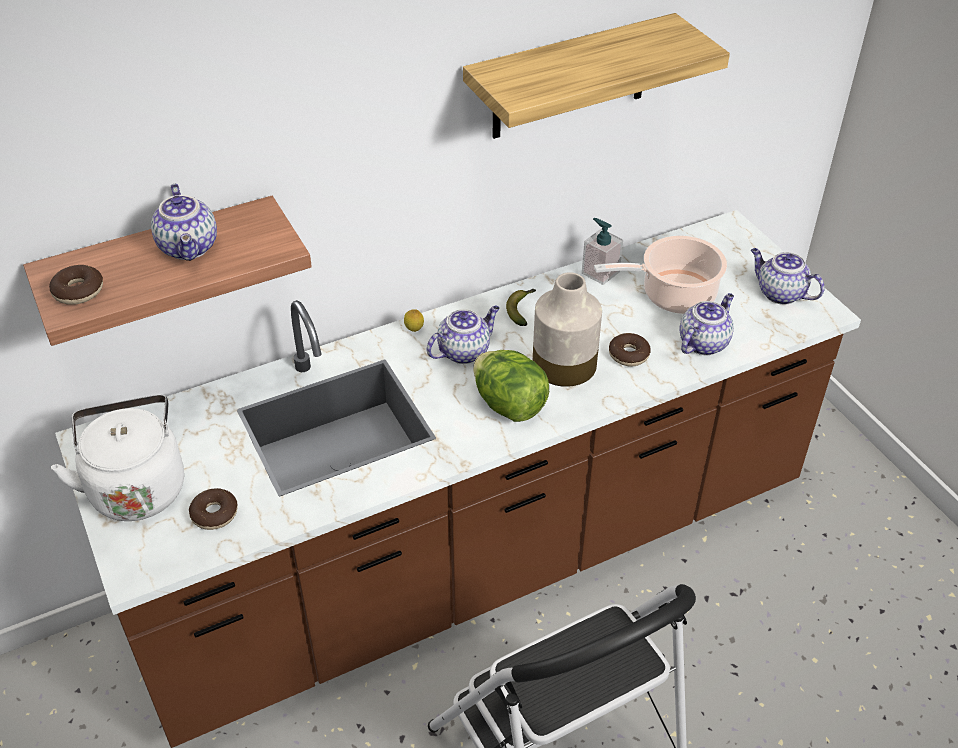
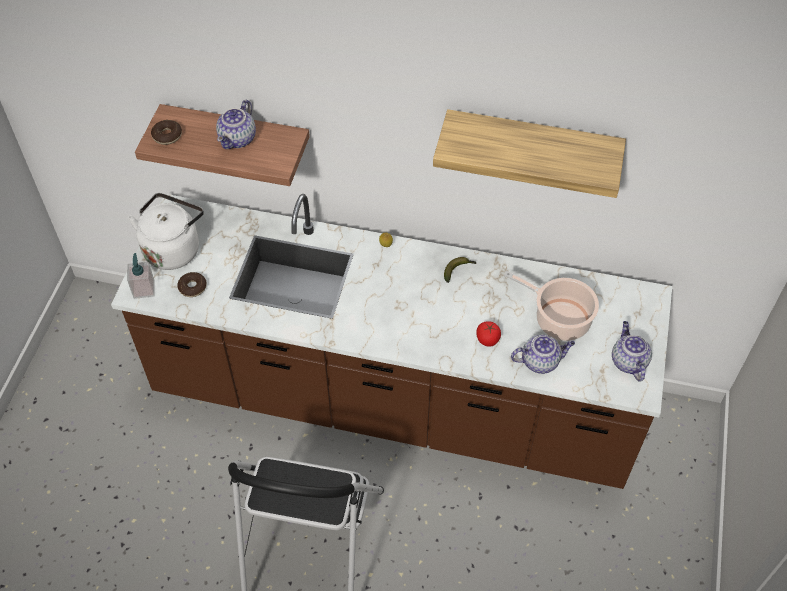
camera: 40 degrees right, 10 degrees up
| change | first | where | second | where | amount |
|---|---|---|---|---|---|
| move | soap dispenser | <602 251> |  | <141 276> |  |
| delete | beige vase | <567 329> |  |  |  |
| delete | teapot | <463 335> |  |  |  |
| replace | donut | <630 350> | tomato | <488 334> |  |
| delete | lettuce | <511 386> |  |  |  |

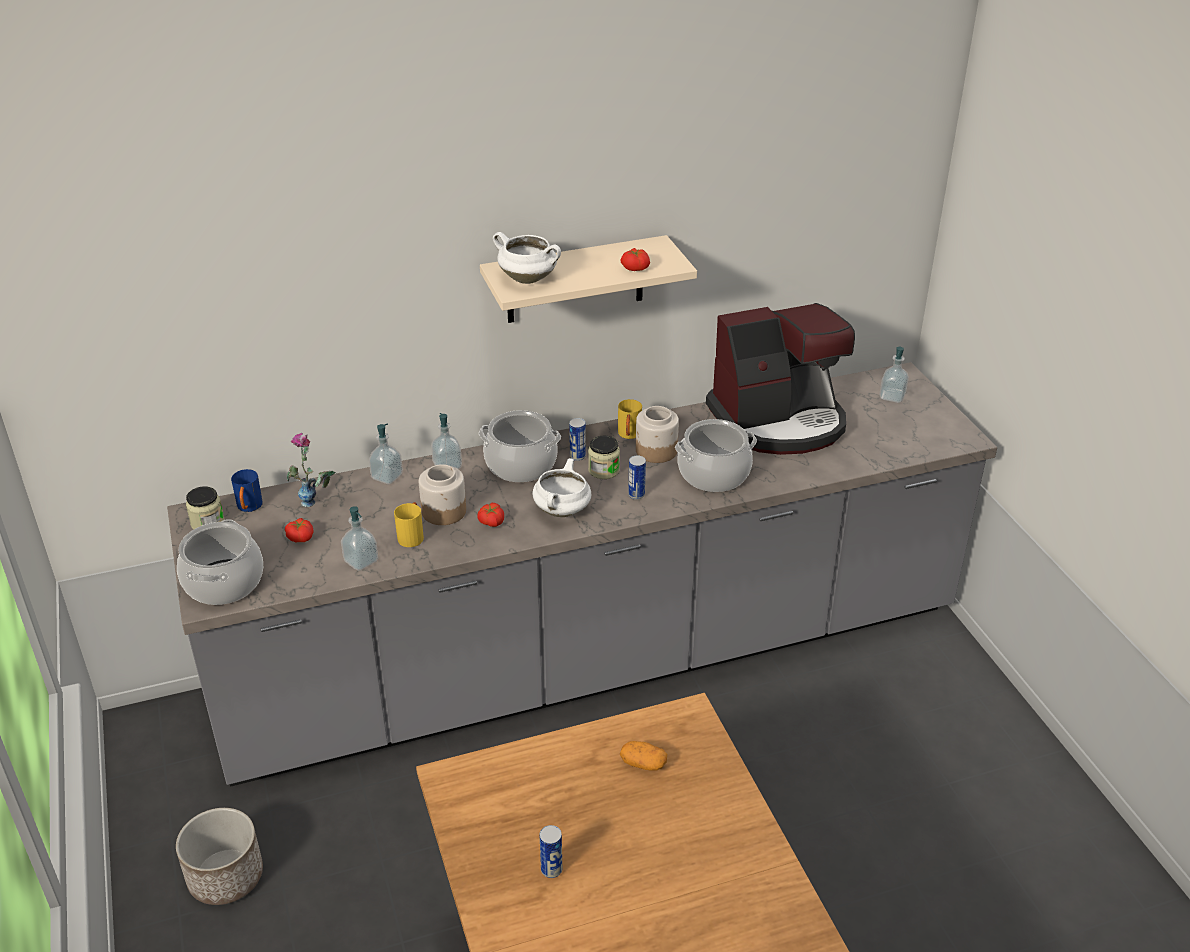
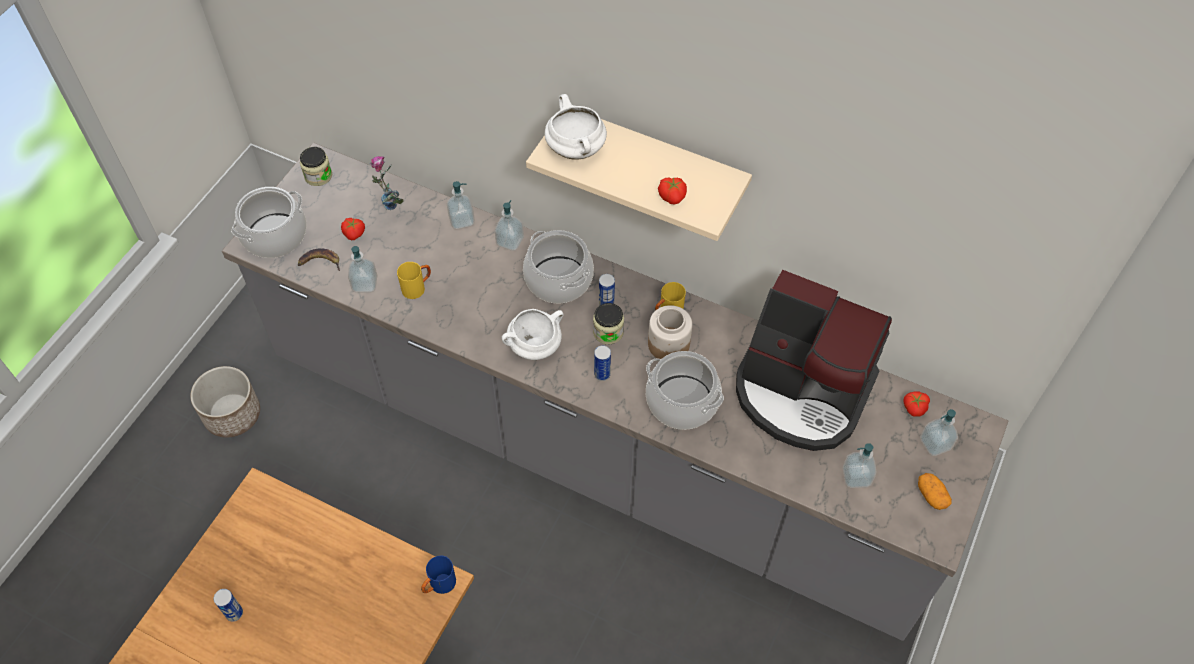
camera: 45 degrees right, 20 degrees up
| change | first | where | second | where | amount |
|---|---|---|---|---|---|
| delete | jar | <442 494> |  |  |  |
| move | blue mug | <247 490> |  | <438 575> |  |
| move | tomato | <490 515> |  | <916 404> |  |
| move | potato | <643 756> |  | <935 491> |  |
| insert |  |  | banana | <319 259> |  |
| insert |  |  | soap dispenser | <859 465> |  |

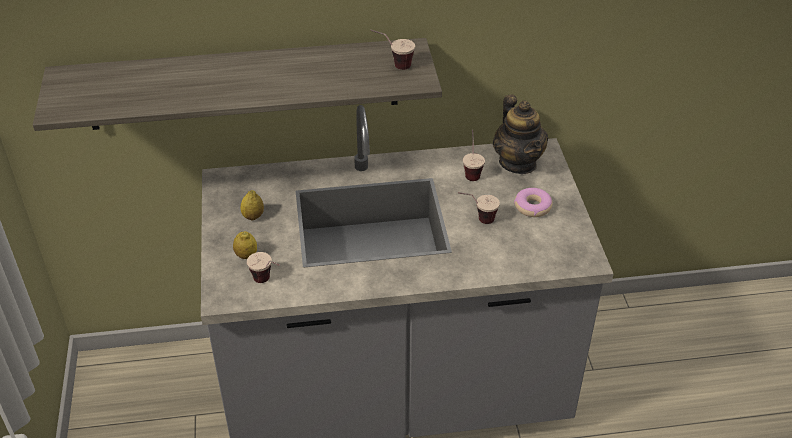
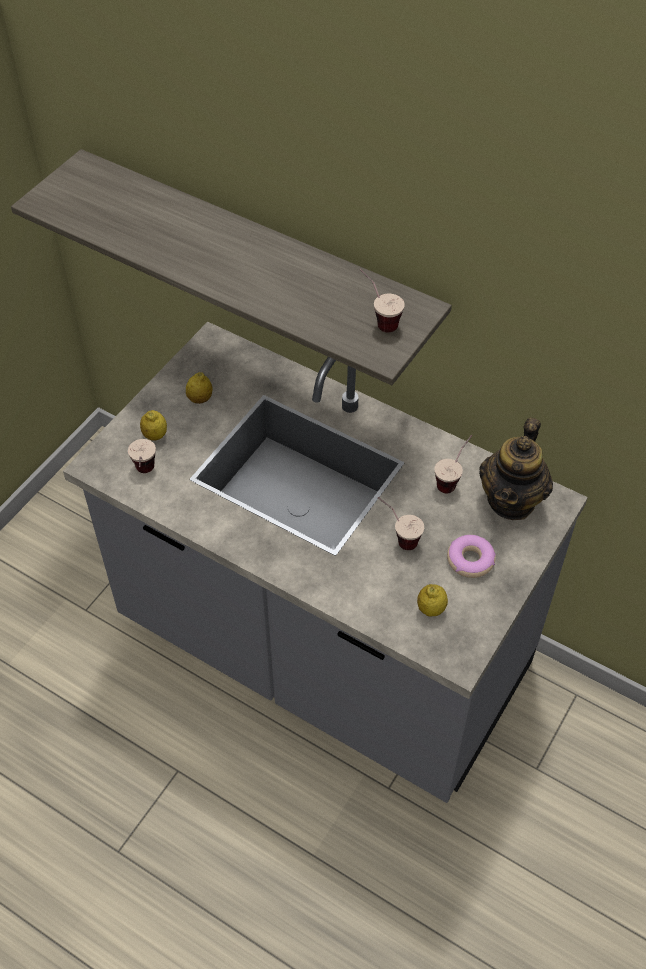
camera: 40 degrees right, 10 degrees up
| change | first | where | second | where | amount |
|---|---|---|---|---|---|
| insert |  |  | lemon | <432 600> |  |

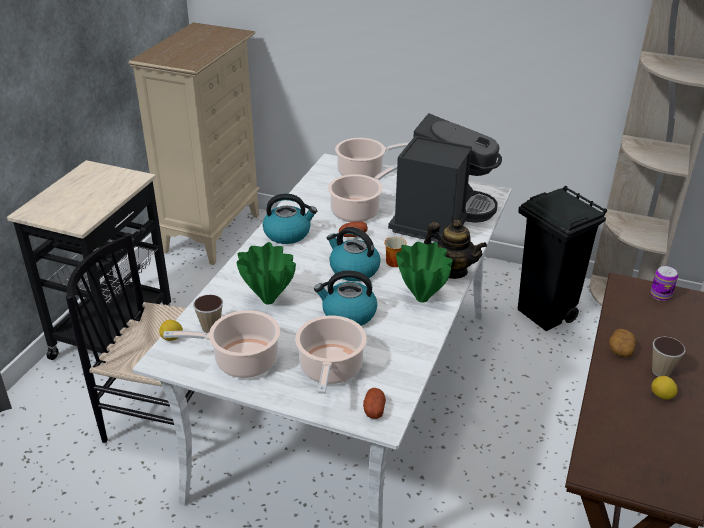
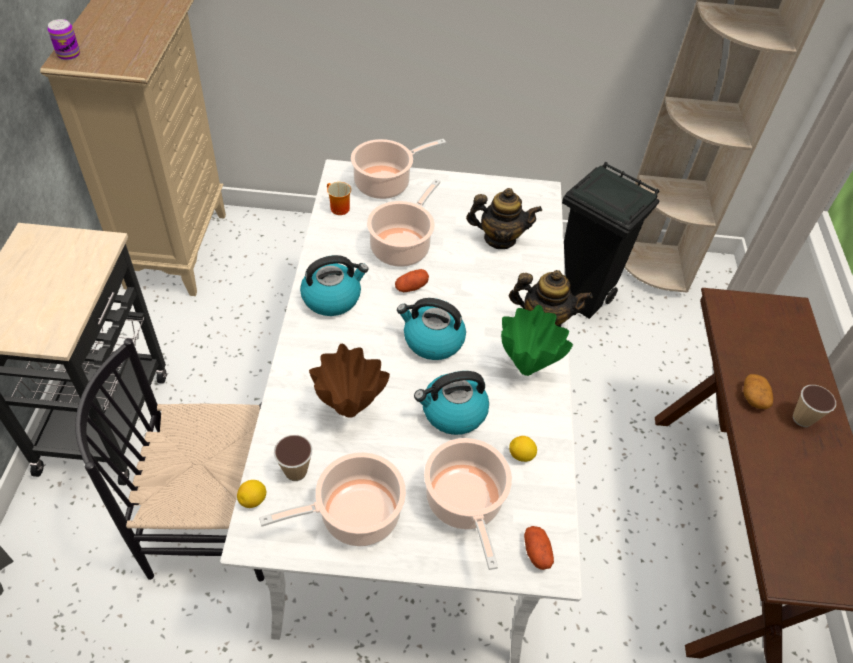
camera: 20 degrees left, 15 degrees up
| change | first | where | second | where | amount |
|---|---|---|---|---|---|
| replace | coffee machine | <445 178> | teapot | <504 218> |  |
| move | mug | <395 252> |  | <339 198> |  |
| recolor | green vase | <266 273> | brown vase | <349 381> |  |
| move | can | <664 283> |  | <64 39> |  |
| move | lemon | <664 388> |  | <523 449> |  |

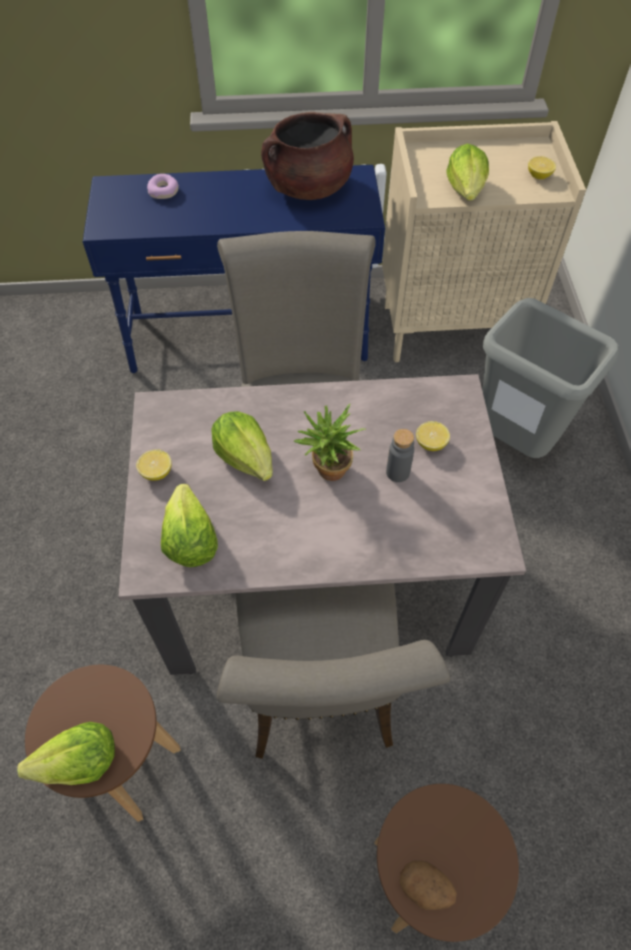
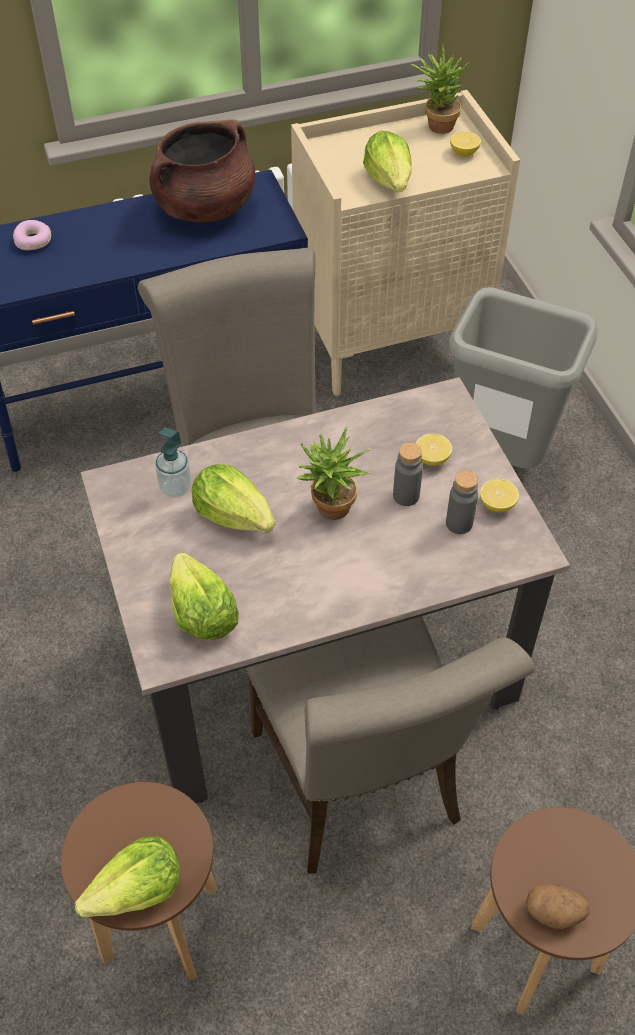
camera: 15 degrees left, 5 degrees down
| change | first | where | second | where | amount |
|---|---|---|---|---|---|
| move | lemon | <154 465> |  | <499 495> |  |
| insert |  |  | potted plant | <440 89> |  |
| insert |  |  | soap dispenser | <173 462> |  |
| insert |  |  | grey bottle | <462 502> |  |

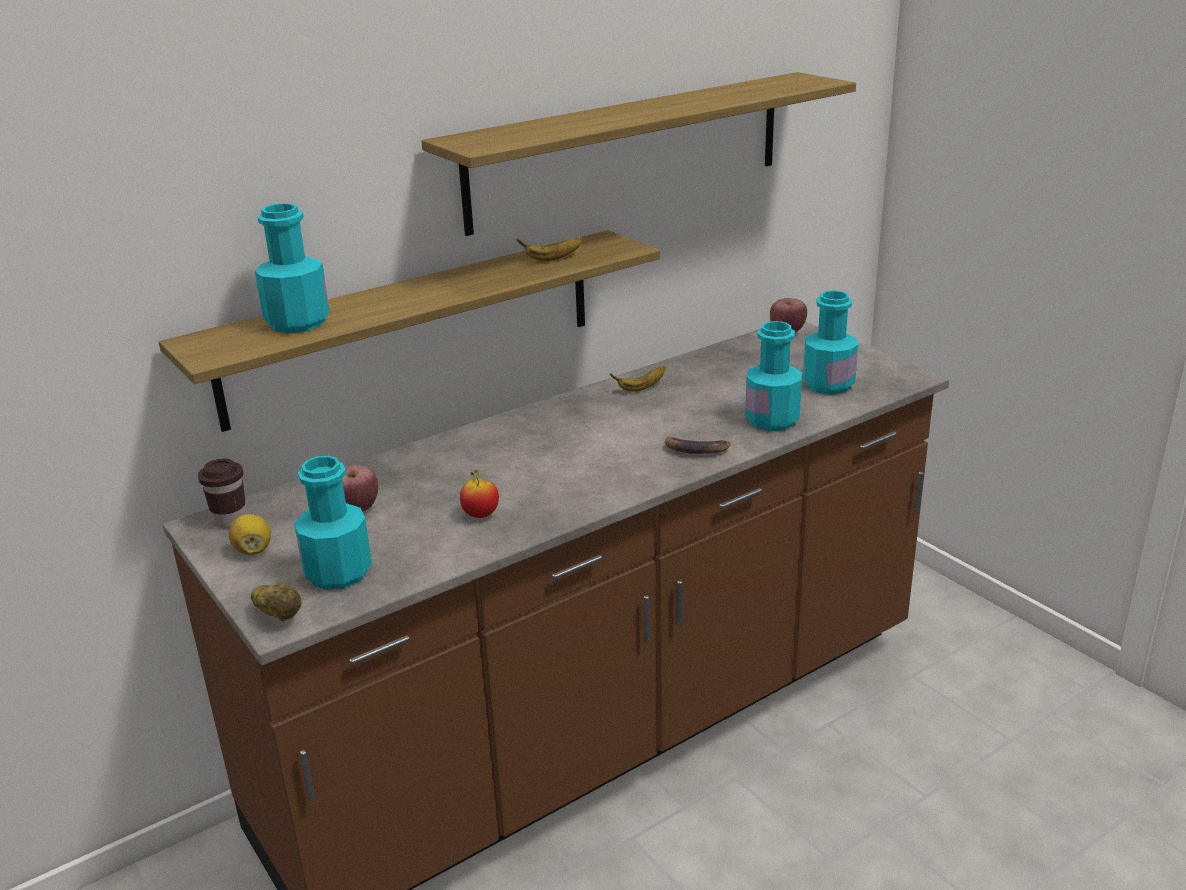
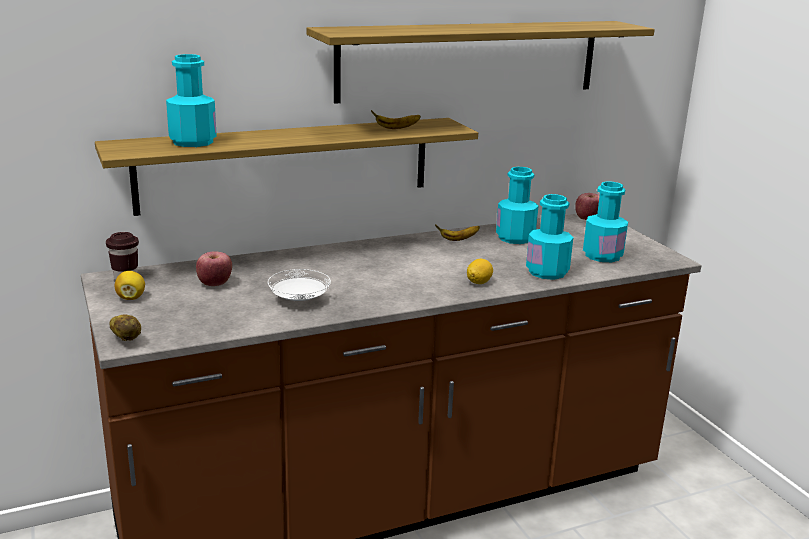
camera: 10 degrees right, 5 degrees down
| change | first | where | second | where | amount |
|---|---|---|---|---|---|
| replace | banana | <698 445> | lemon | <480 271> |  |
| move | turquoise bottle | <333 523> |  | <517 205> |  |
| replace | apple | <479 494> | white plate | <299 285> |  |

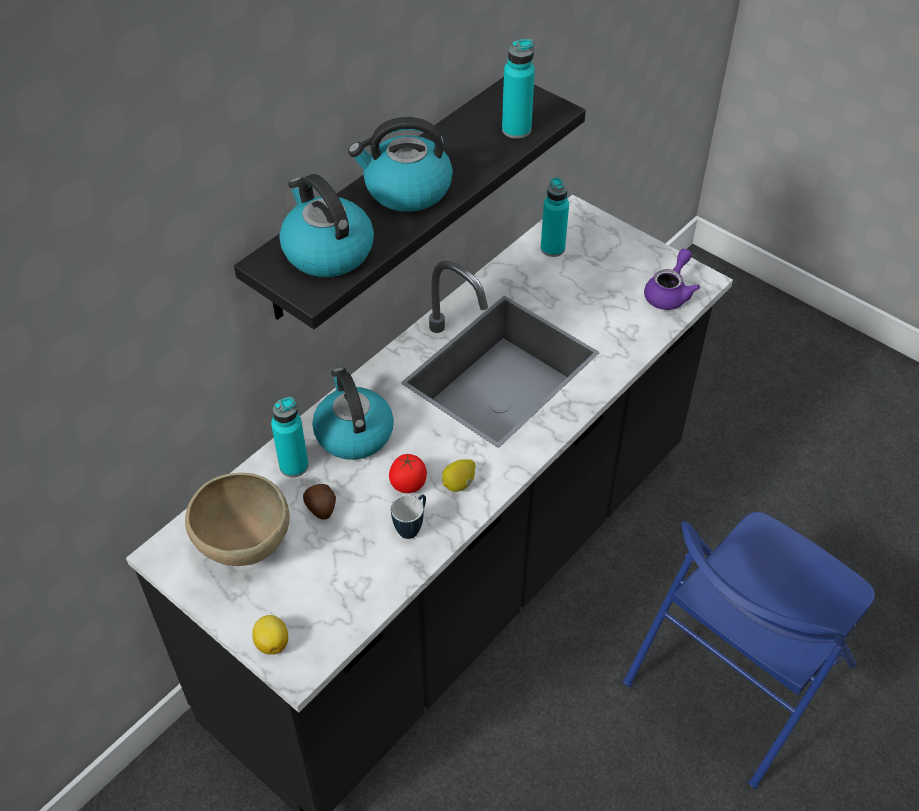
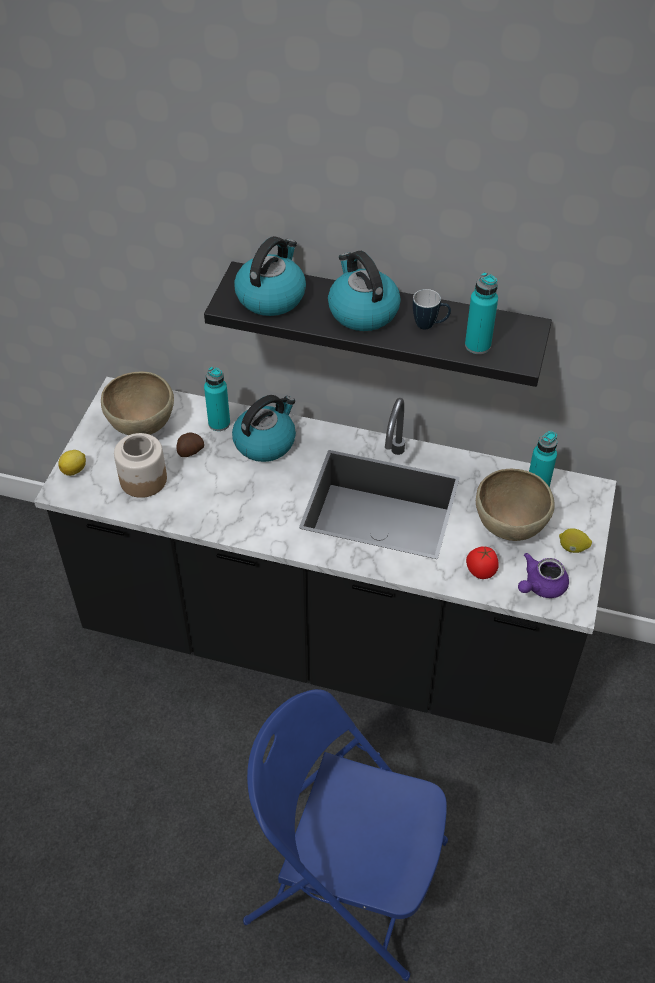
camera: 65 degrees right, 0 degrees up
| change | first | where | second | where | amount |
|---|---|---|---|---|---|
| rotate | purple teapot | <672 279> |  | <543 575> | 135 degrees clockwise |
| move | tomato | <408 473> |  | <482 562> |  |
| move | lemon | <459 475> |  | <575 540> |  |
| move | mug | <408 517> |  | <432 309> |  |
| insert |  |  | jar | <140 465> |  |
| insert |  |  | brown bowl | <515 505> |  |

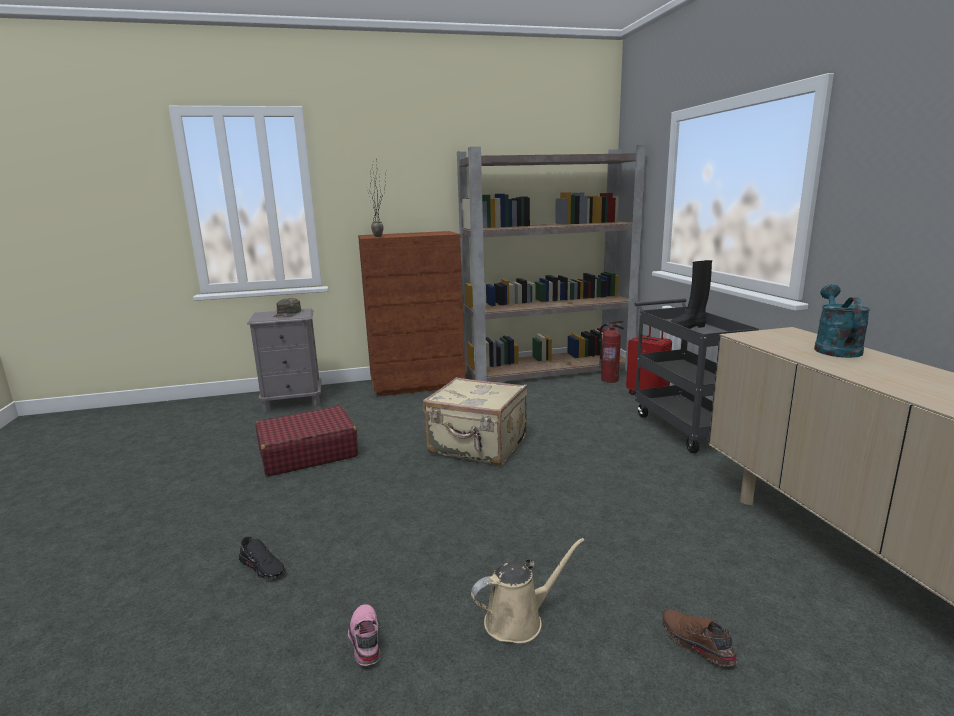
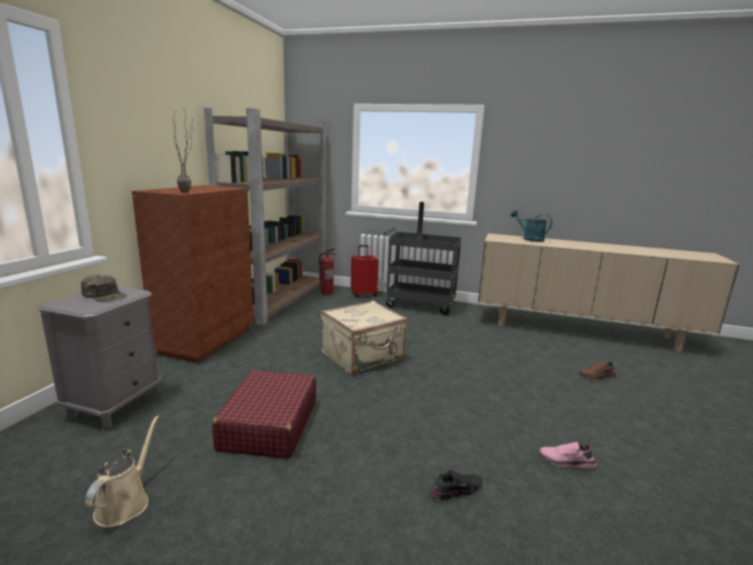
camera: 60 degrees left, 0 degrees up
| change | first | where | second | where | amount |
|---|---|---|---|---|---|
| move | beige watering can | <528 591> |  | <122 471> |  |

